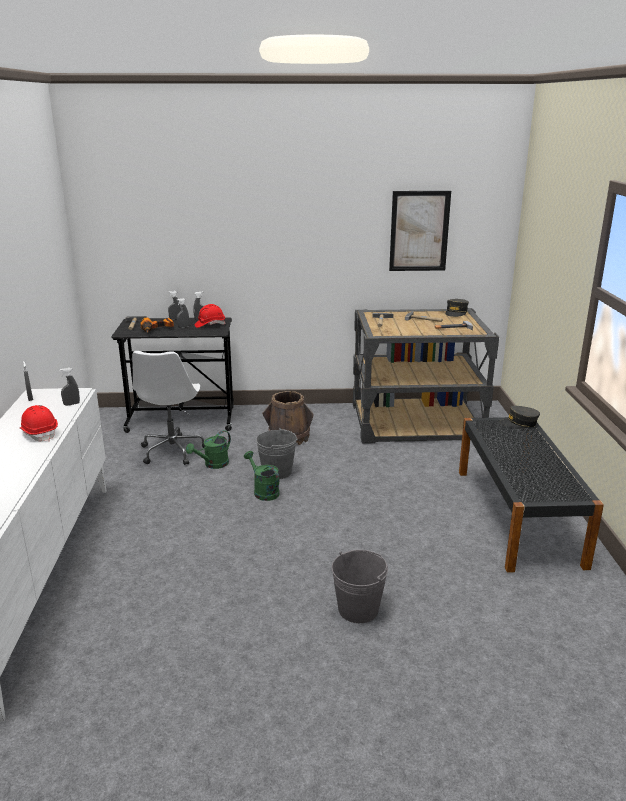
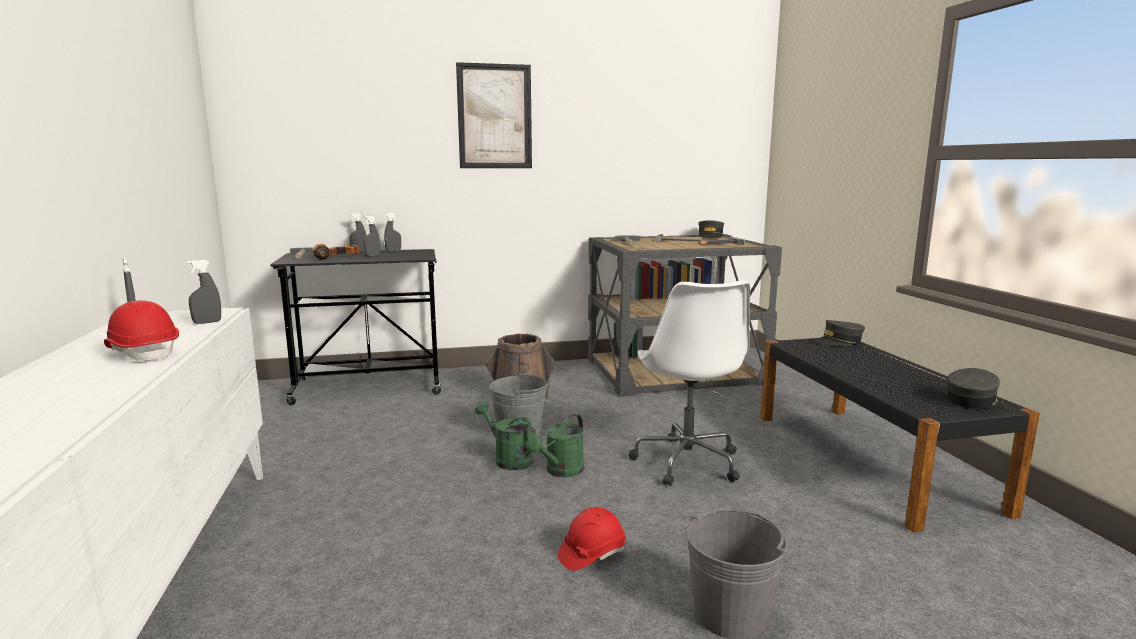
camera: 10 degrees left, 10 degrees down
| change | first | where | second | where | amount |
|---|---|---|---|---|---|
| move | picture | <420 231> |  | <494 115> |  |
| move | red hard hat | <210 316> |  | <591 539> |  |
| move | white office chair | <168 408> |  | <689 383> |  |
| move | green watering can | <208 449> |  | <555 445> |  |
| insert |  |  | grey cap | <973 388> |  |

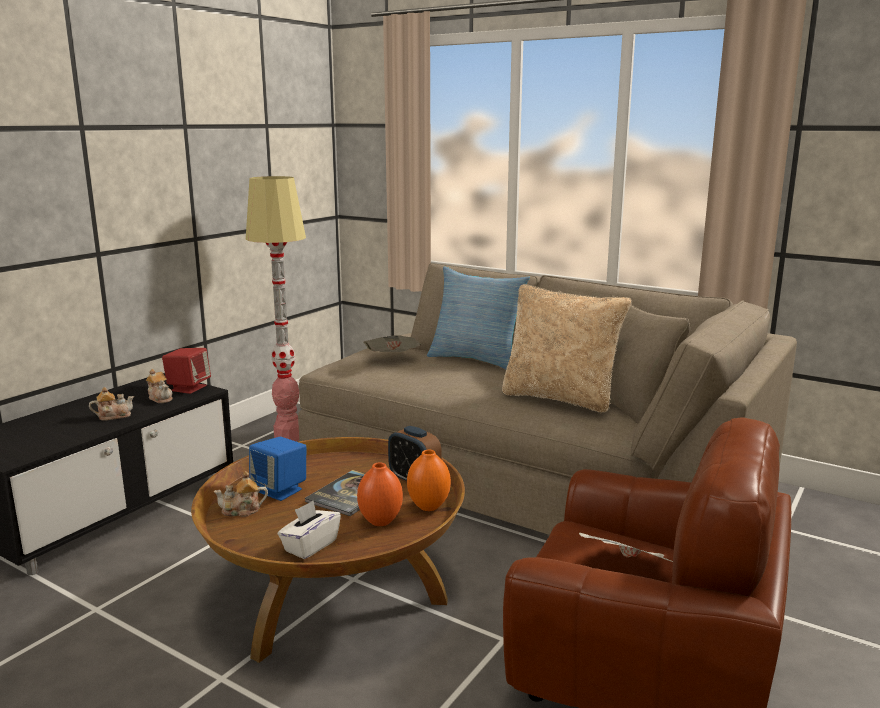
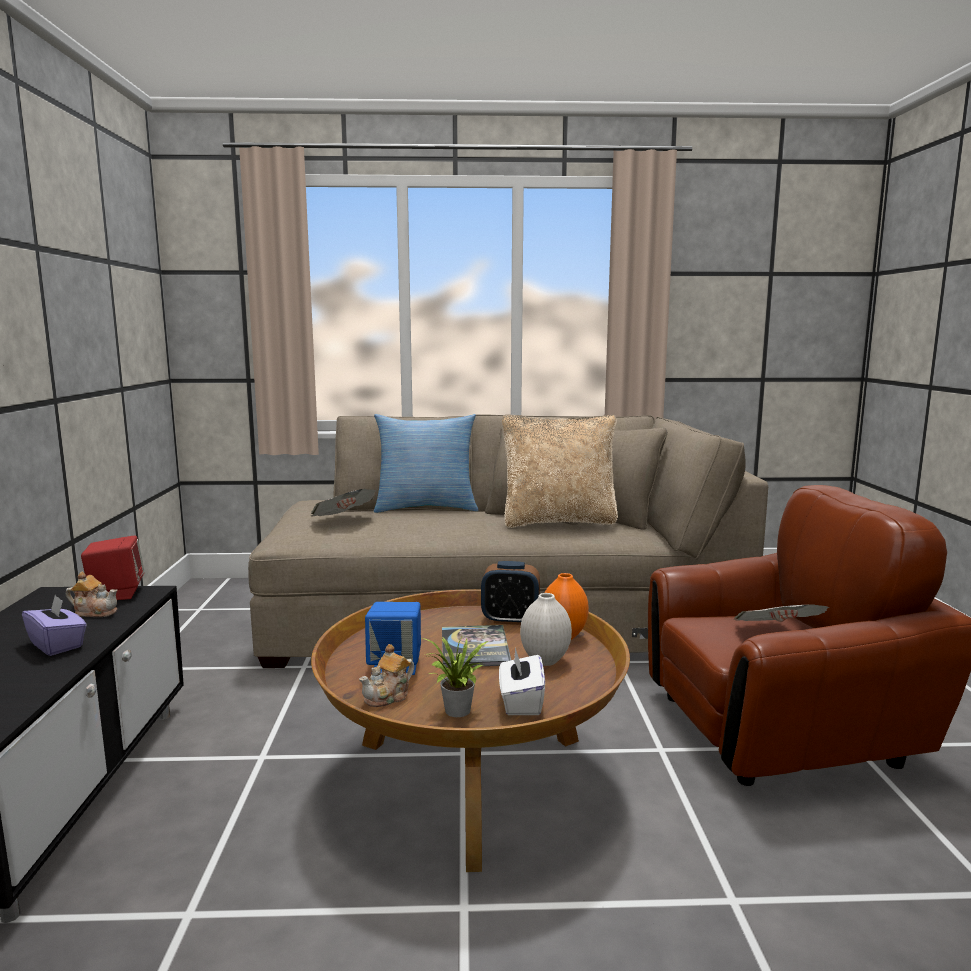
camera: 35 degrees left, 5 degrees down
| change | first | where | second | where | amount |
|---|---|---|---|---|---|
| delete | floor lamp | <276 308> |  |  |  |
| replace | teapot | <111 404> | purple tissue box | <54 625> |  |
| recolor | orange vase | <380 494> | white vase | <546 629> |  |
| insert |  |  | potted plant | <455 677> |  |

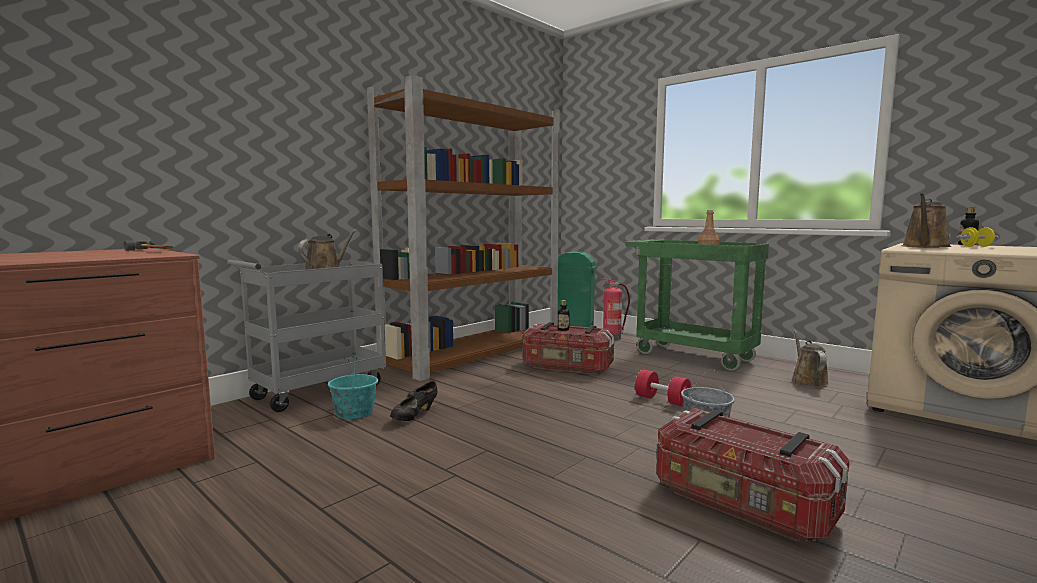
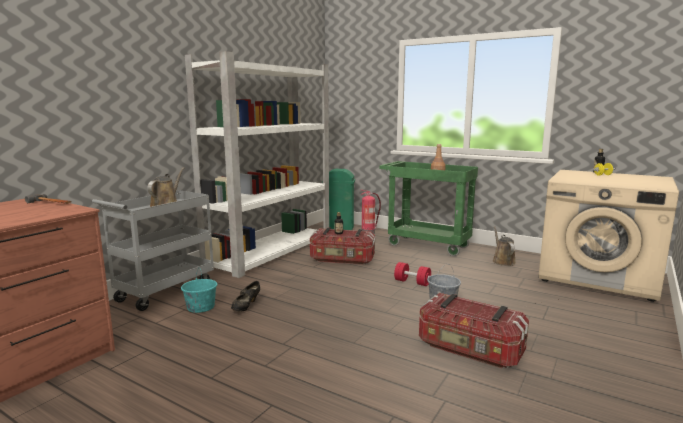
camera: 10 degrees left, 5 degrees up
| change | first | where | second | where | amount |
|---|---|---|---|---|---|
| recolor | brown bookcase | <463 228> | white bookcase | <257 164> |  |
| delete | brown watering can | <926 220> |  |  |  |

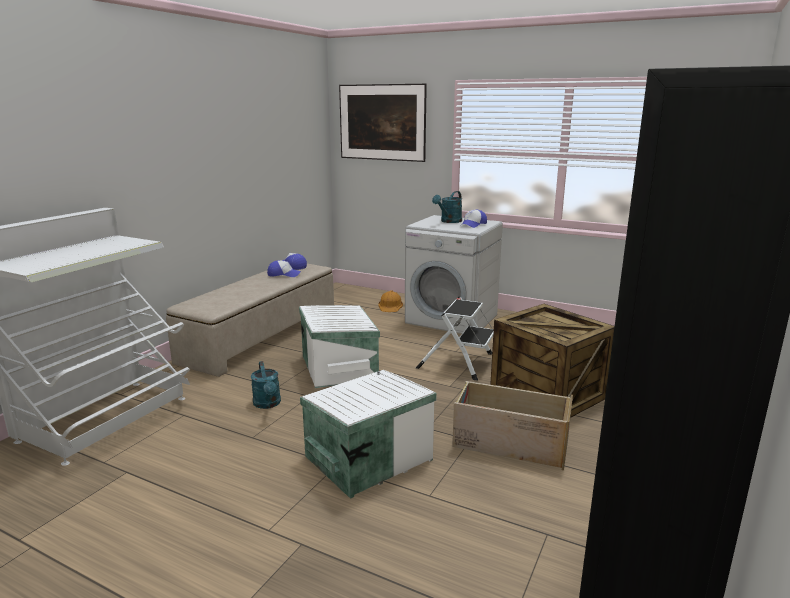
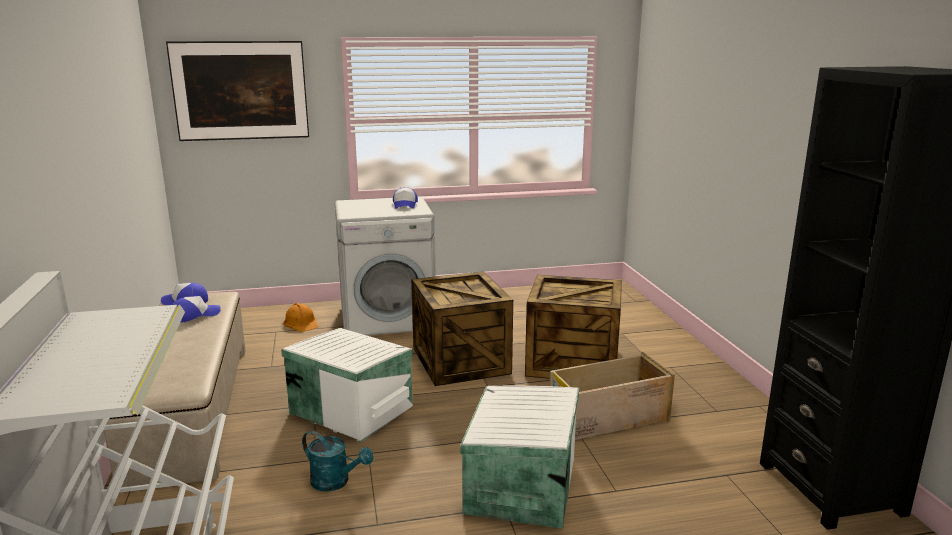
camera: 40 degrees left, 0 degrees up
| change | first | where | second | where | amount |
|---|---|---|---|---|---|
| delete | turquoise watering can | <447 207> |  |  |  |
| replace | step ladder | <455 338> | crate | <462 328> |  |

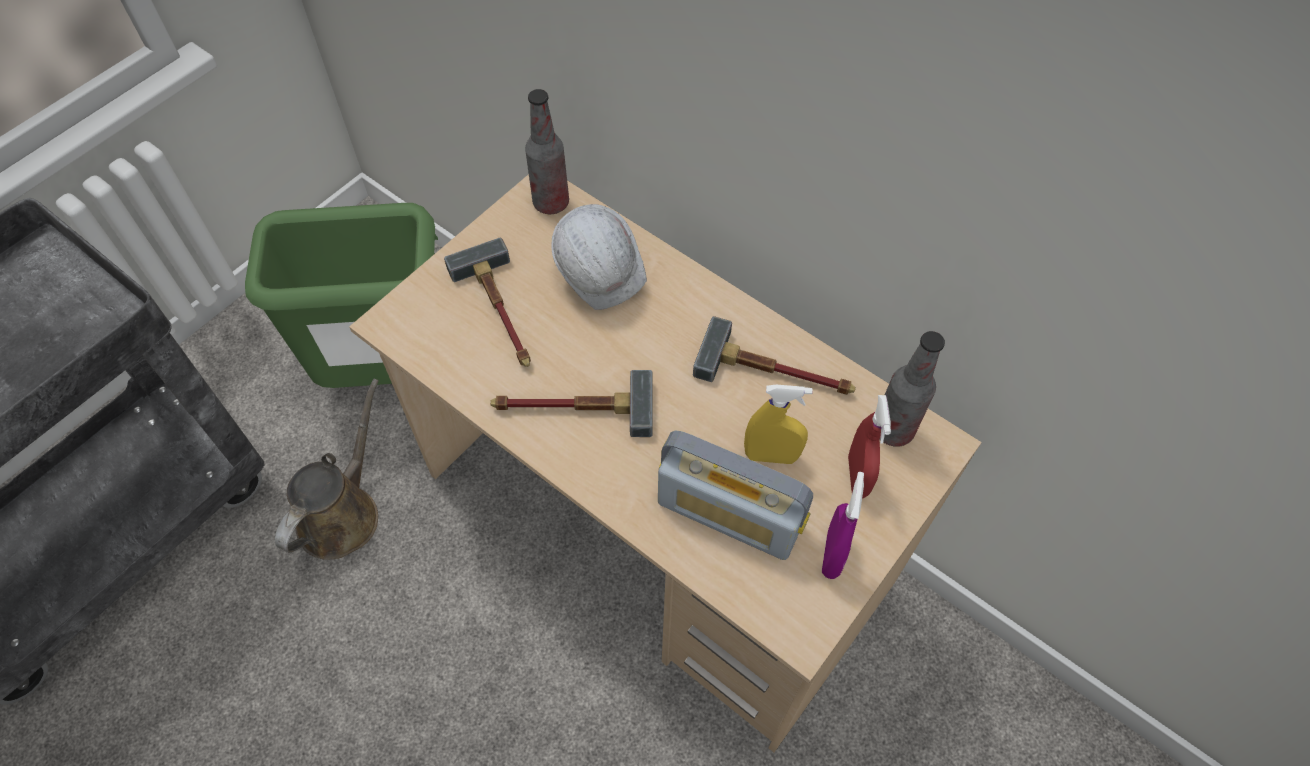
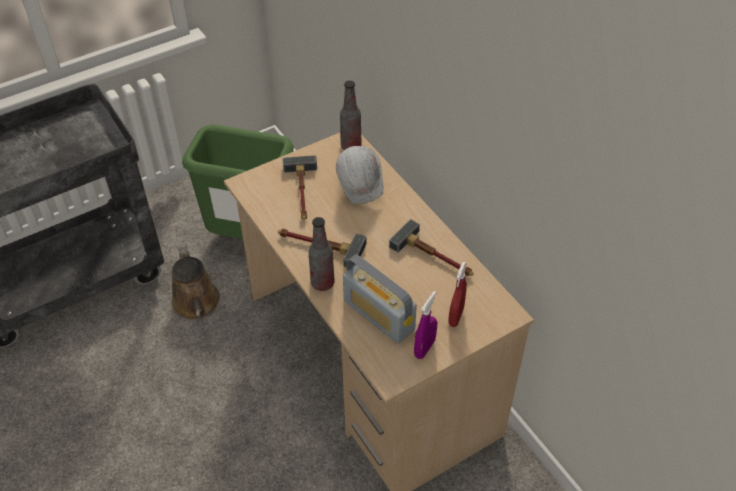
camera: 20 degrees right, 10 degrees down
| change | first | where | second | where | amount |
|---|---|---|---|---|---|
| move | bottle | <912 389> |  | <321 254> |  |
| rotate | brown watering can | <327 469> |  | <196 282> | 120 degrees clockwise |
| delete | yellow spray bottle | <778 424> |  |  |  |

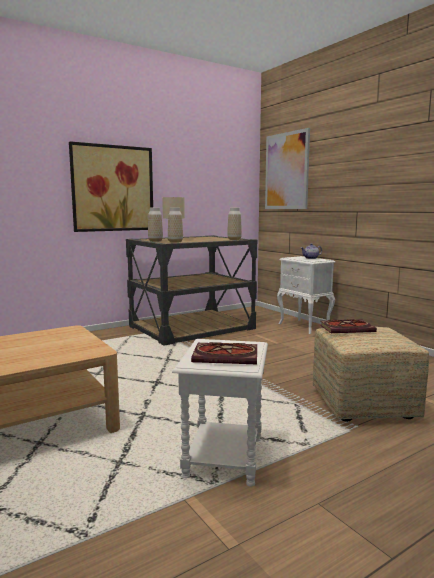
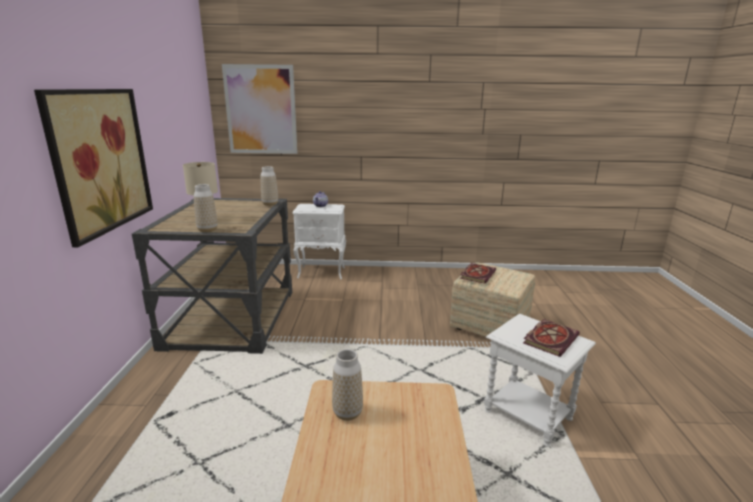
camera: 55 degrees left, 10 degrees up
| change | first | where | second | where | amount |
|---|---|---|---|---|---|
| move | vase | <175 225> |  | <347 385> |  |

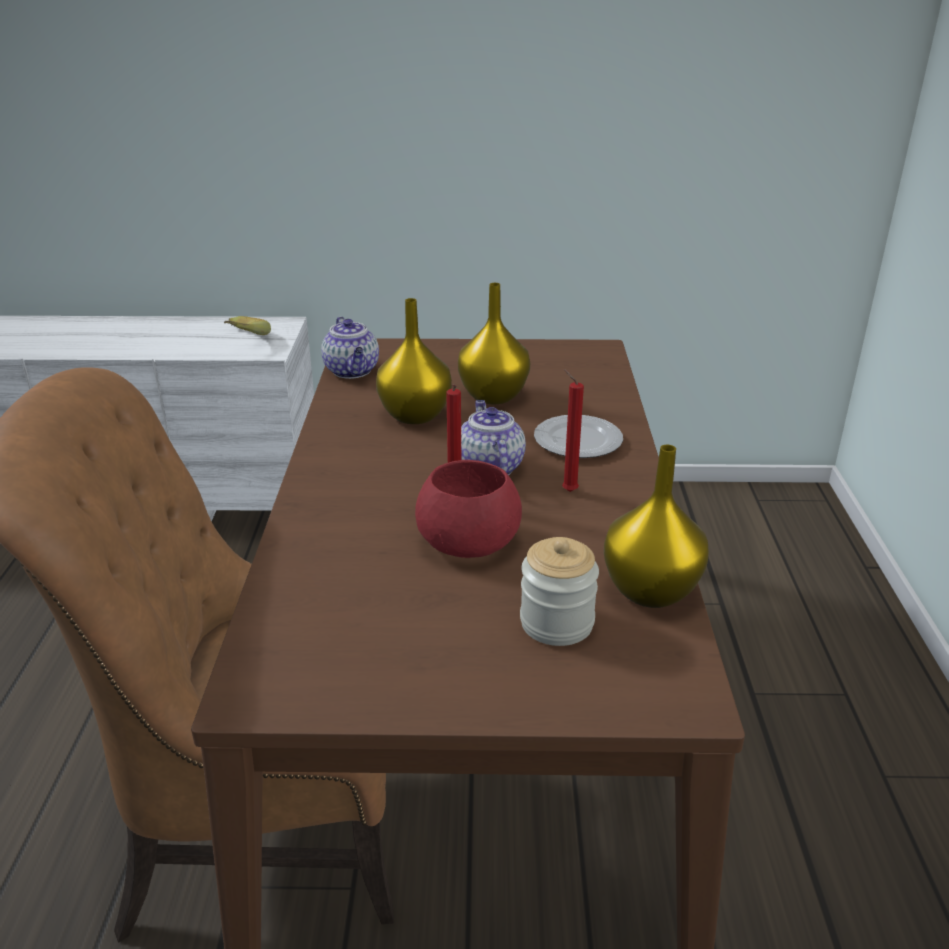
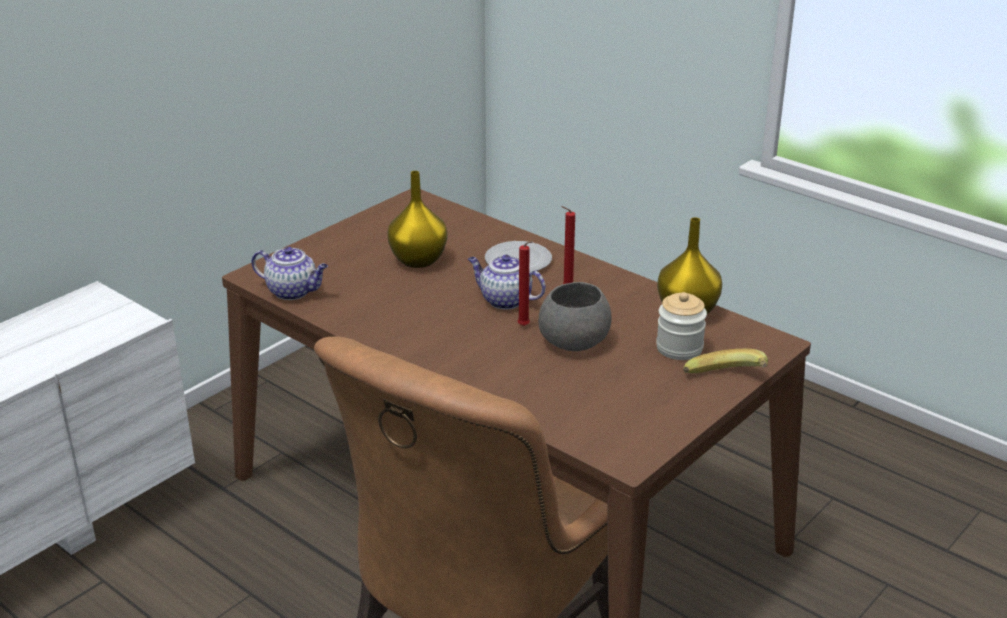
camera: 50 degrees left, 0 degrees up
| change | first | where | second | where | amount |
|---|---|---|---|---|---|
| delete | yellow vase | <414 361> |  |  |  |
| move | banana | <247 325> |  | <725 361> |  |
| recolor | red bowl | <468 509> | grey bowl | <574 316> |  |

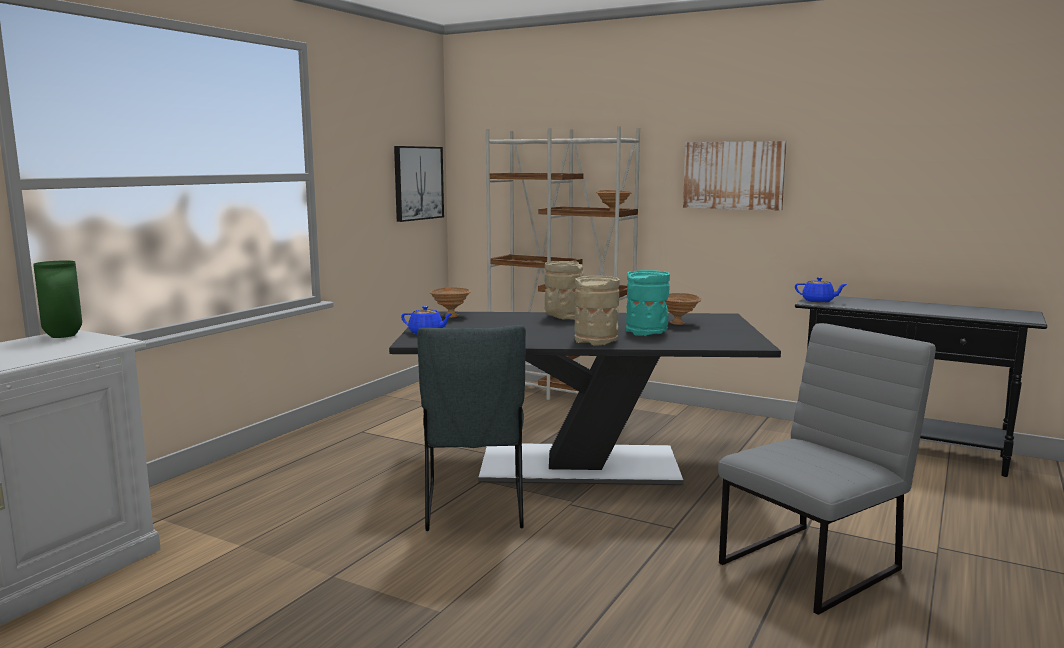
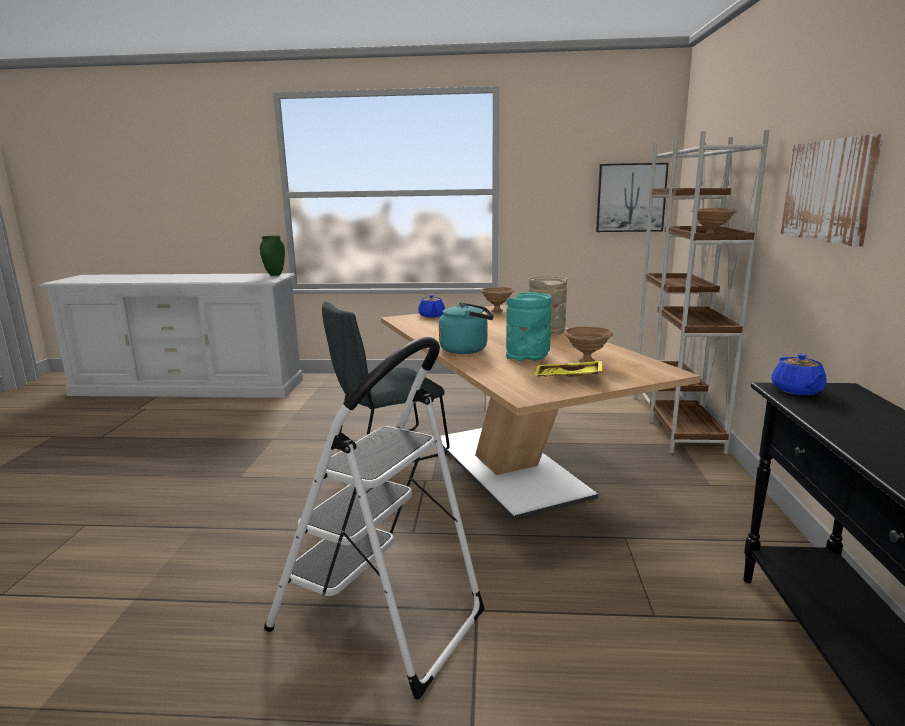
camera: 65 degrees right, 5 degrees up
| change | first | where | second | where | amount |
|---|---|---|---|---|---|
| replace | beige vase | <597 311> | turquoise kettle | <466 328> |  |
| recolor | black dining table | <585 398> | beige dining table | <540 412> |  |
| replace | grey chair | <827 469> | step ladder | <374 518> |  |
| insert |  |  | yellow tray | <568 369> |  |

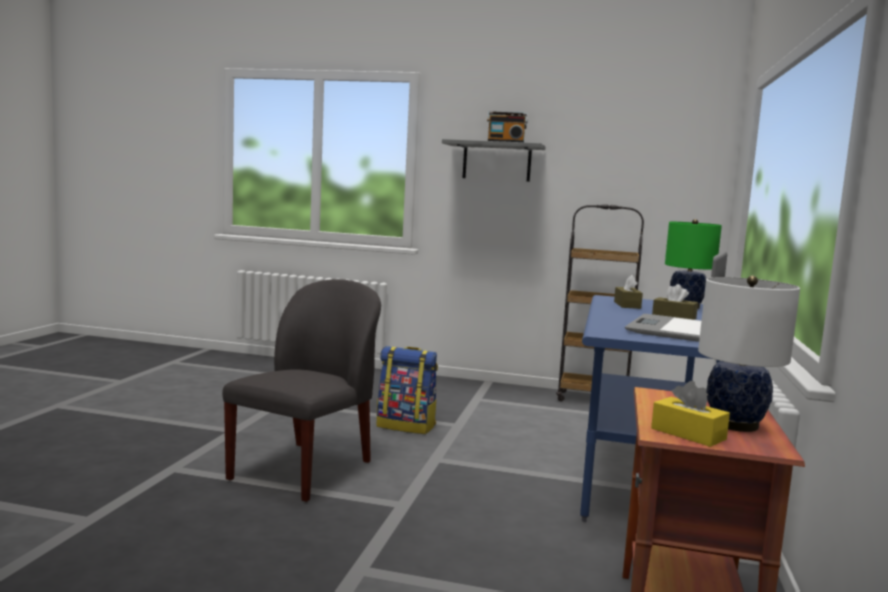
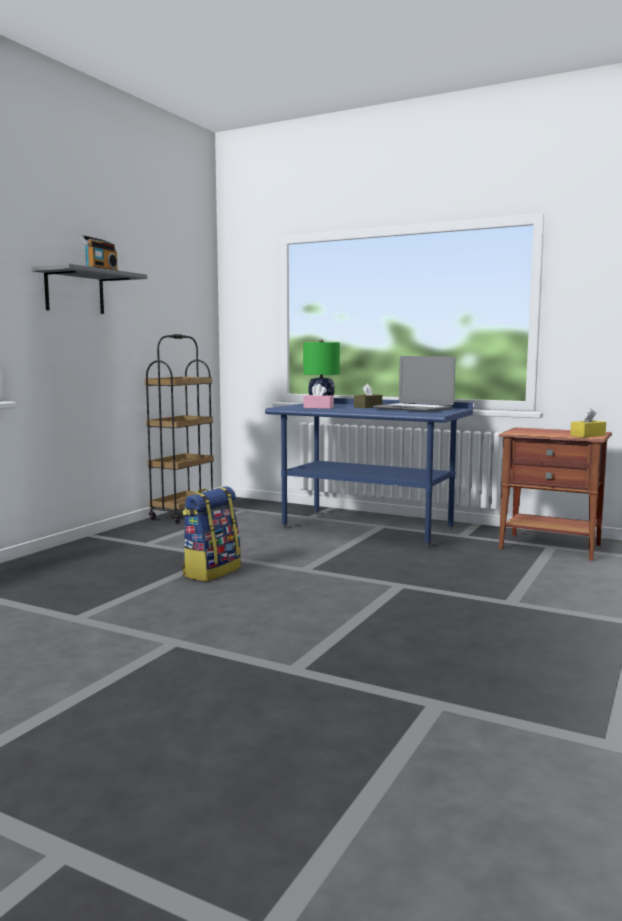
camera: 75 degrees left, 0 degrees up
| change | first | where | second | where | amount |
|---|---|---|---|---|---|
| recolor | brown tissue box | <628 292> | pink tissue box | <318 396> |  |
| delete | white table lamp | <749 354> |  |  |  |
| delete | grey chair | <301 390> |  |  |  |

